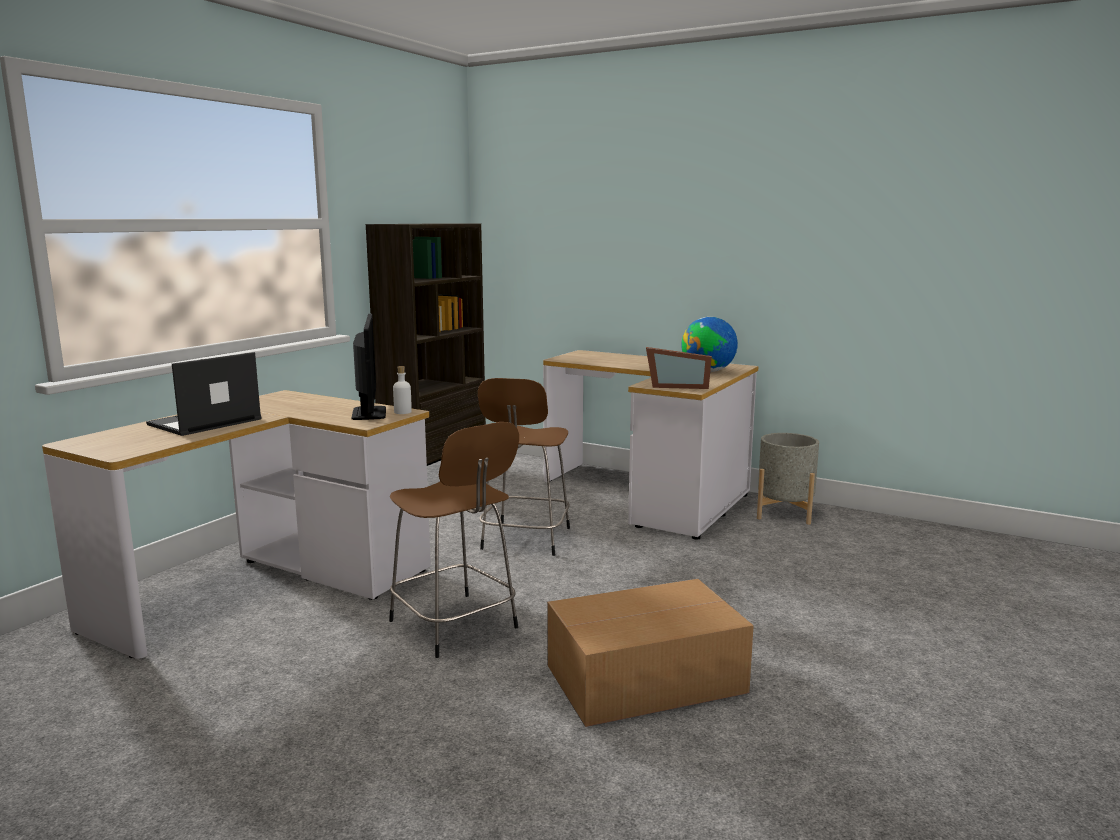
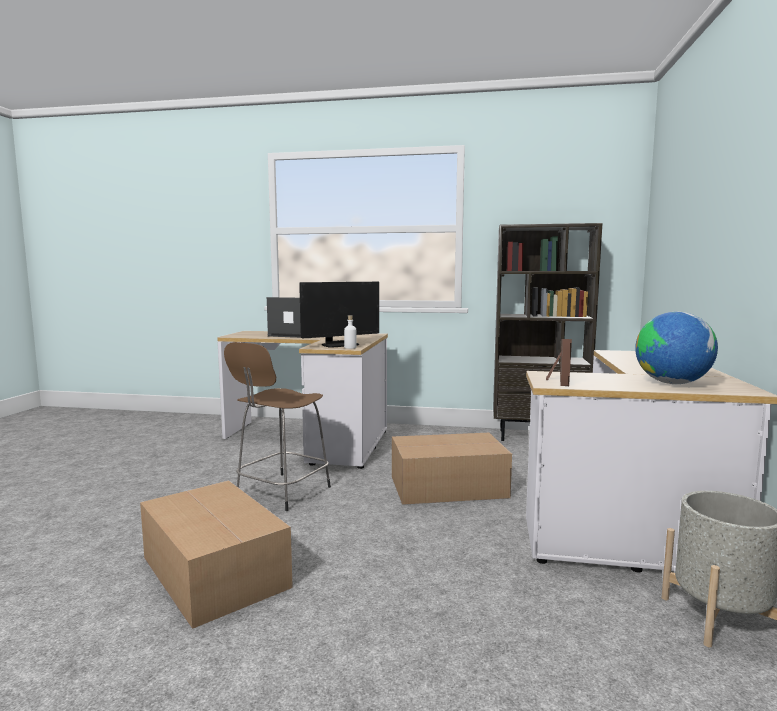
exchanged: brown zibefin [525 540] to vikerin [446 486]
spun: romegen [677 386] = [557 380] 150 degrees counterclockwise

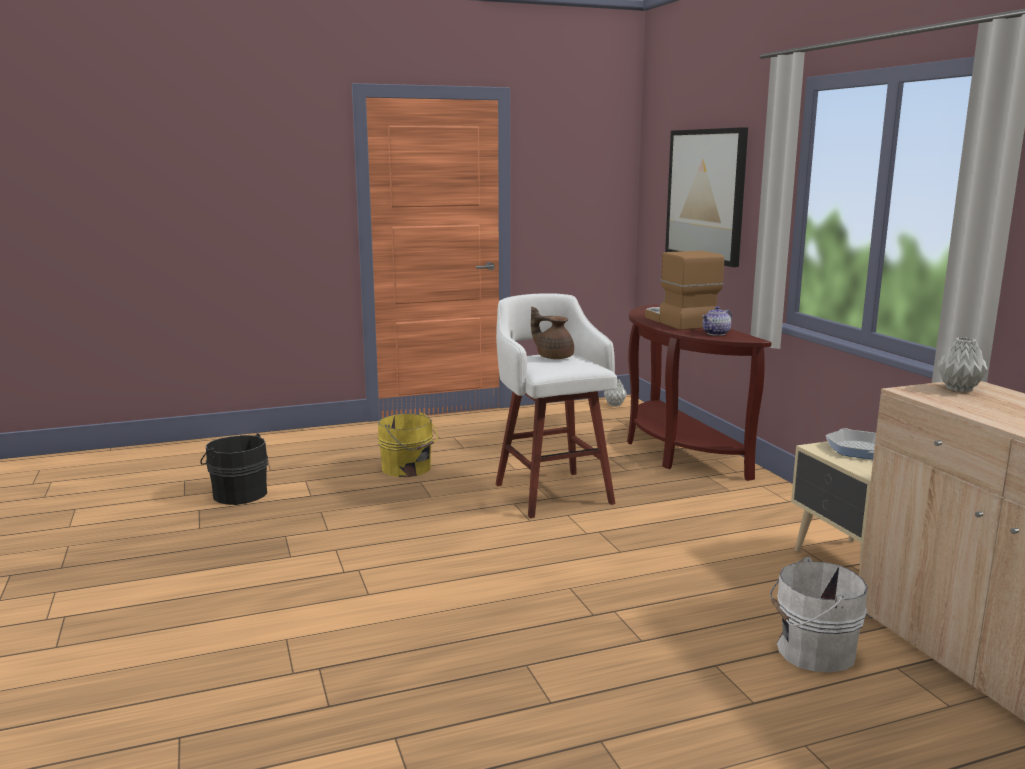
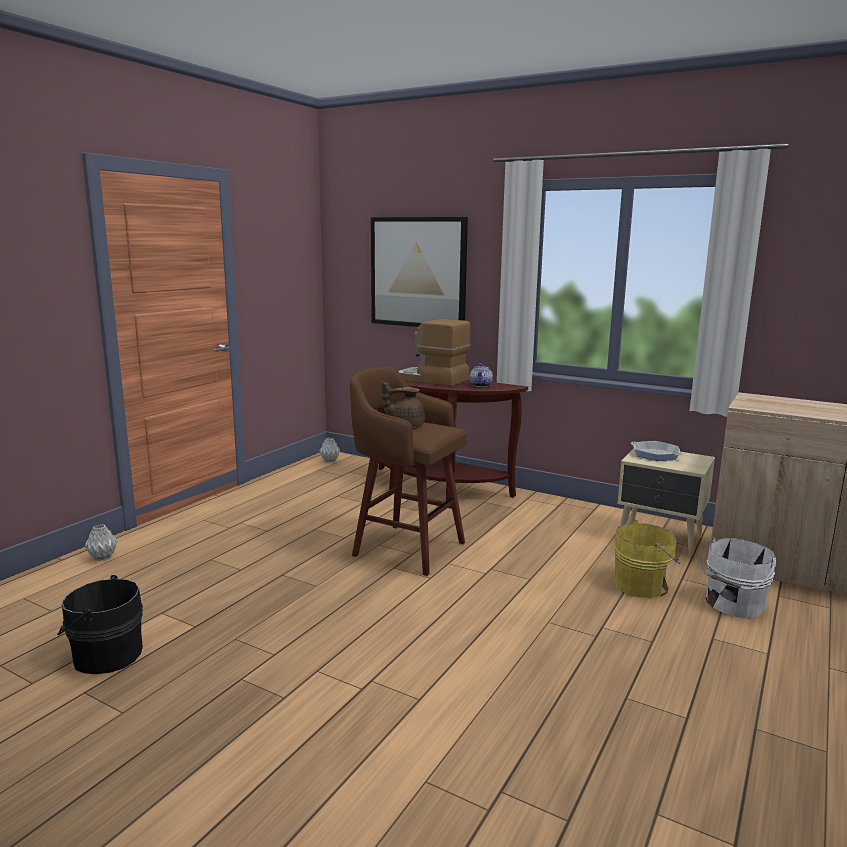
relocated: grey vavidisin [958 389] to [102 557]; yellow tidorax [408 469] to [643 585]
colour: white zibefin [552 492] to brown zibefin [406 548]

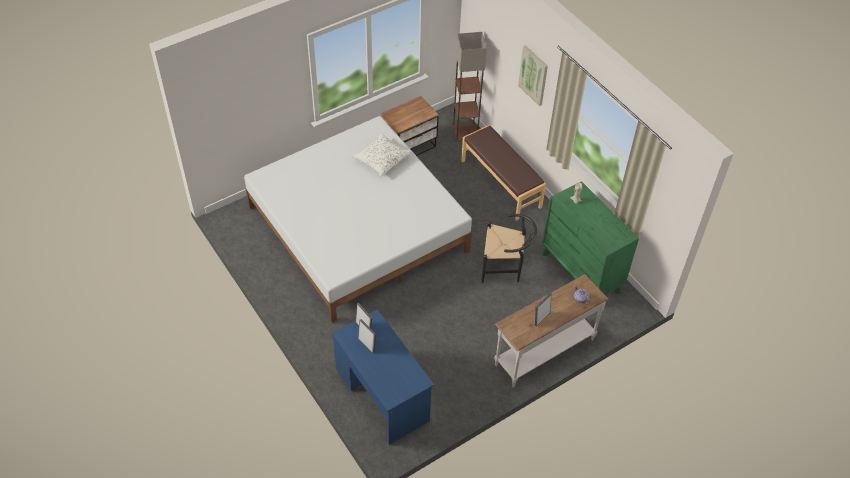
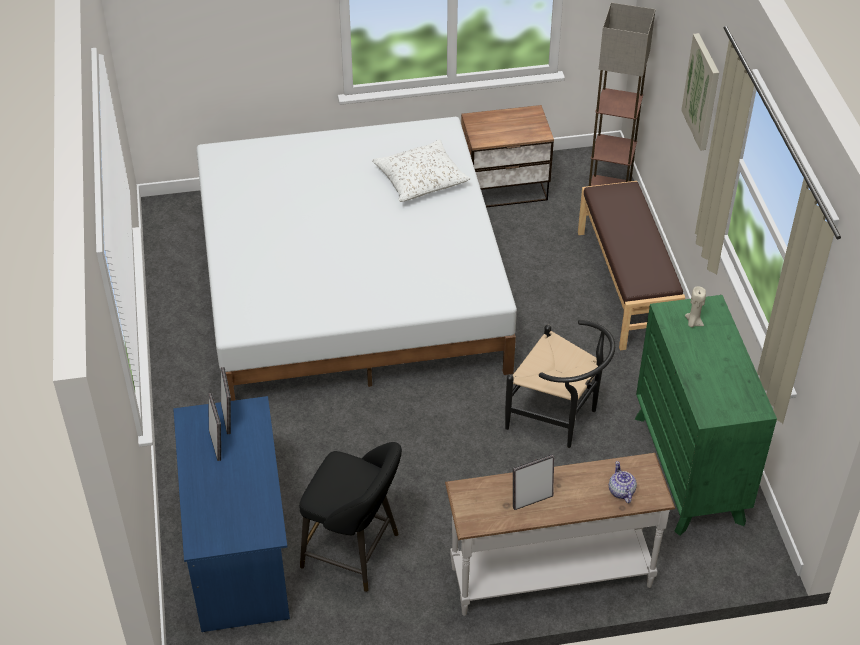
appeared: black zibefin [355 553]

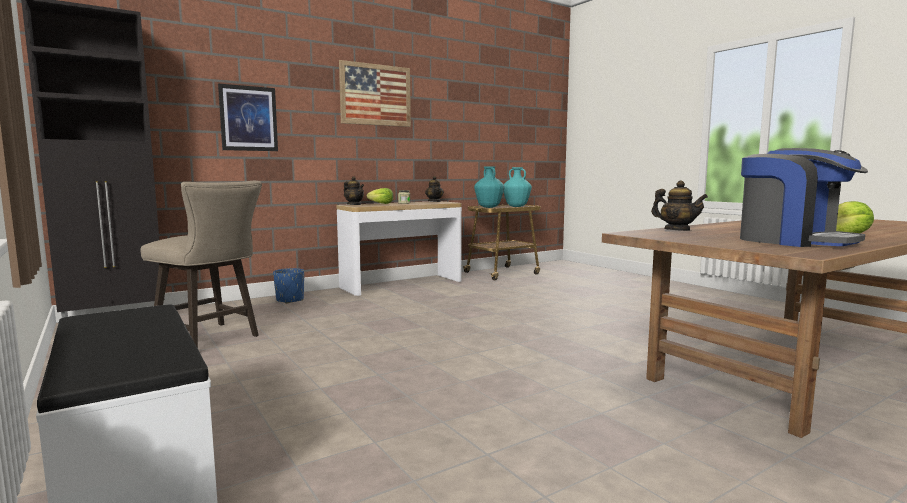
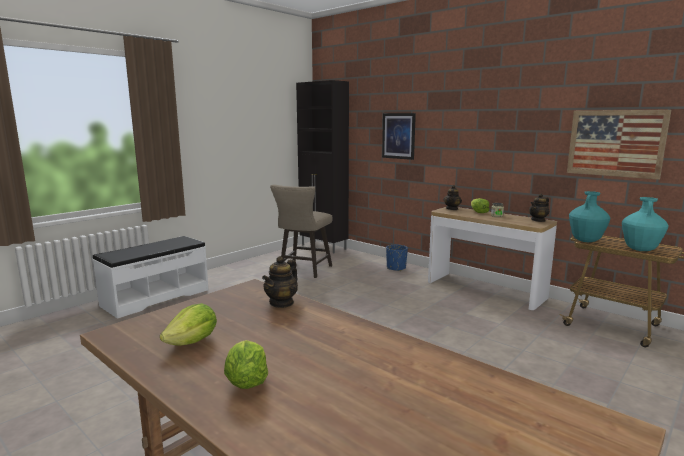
relocated: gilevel [375 95] to [615 143]
exchanged: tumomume [793 241] to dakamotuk [193 342]

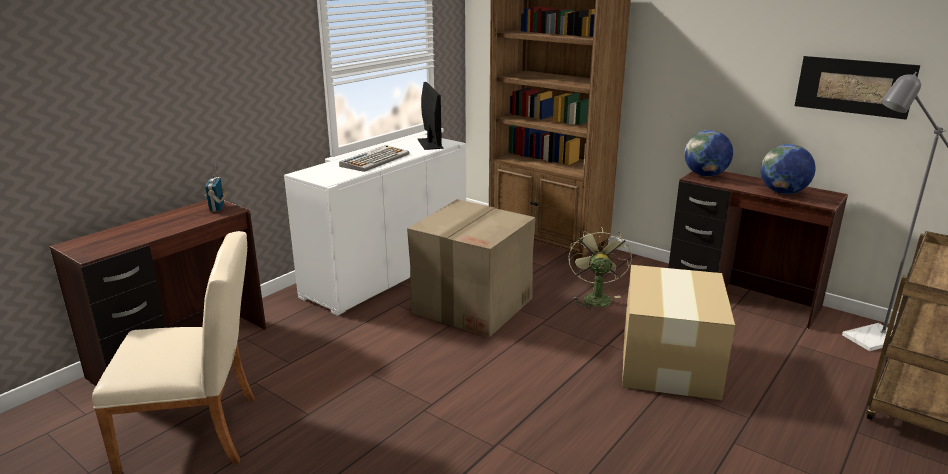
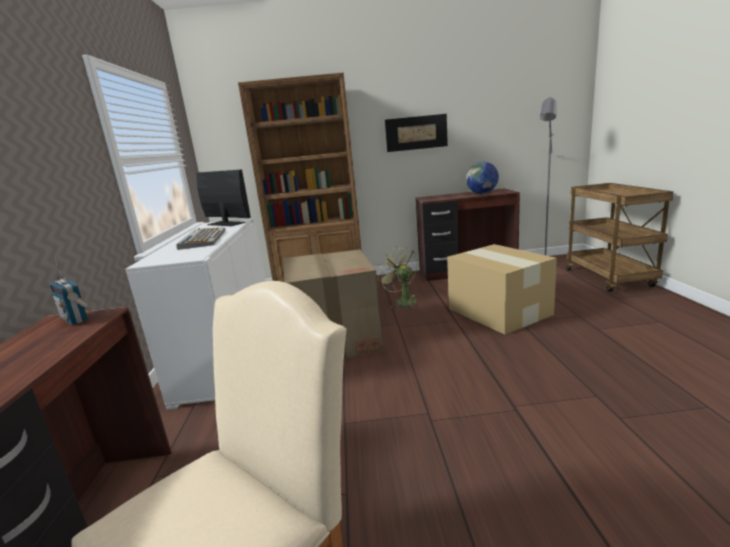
missing: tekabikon [705 175]
relocated: gilevel [854 86] to [416 133]

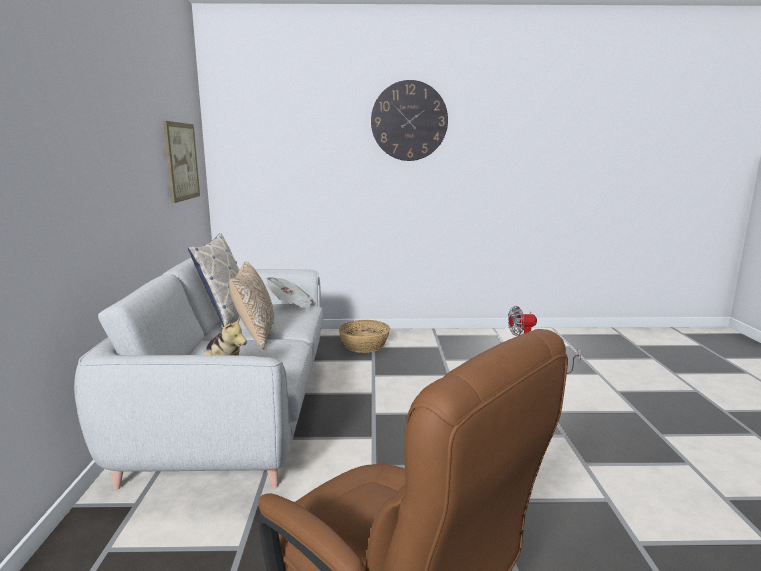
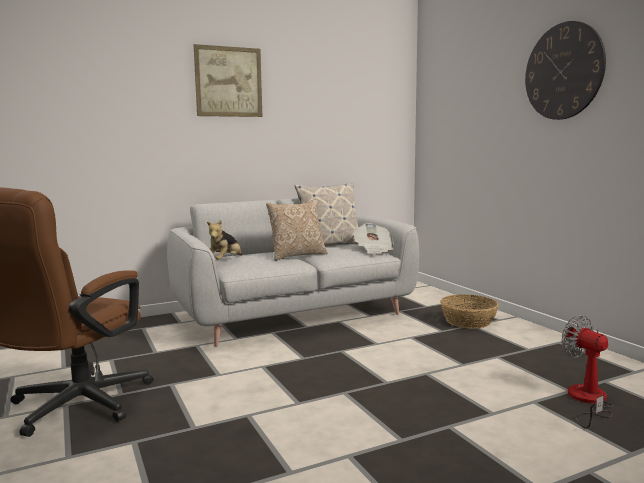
relocated: gilevel [181 161] to [228 82]

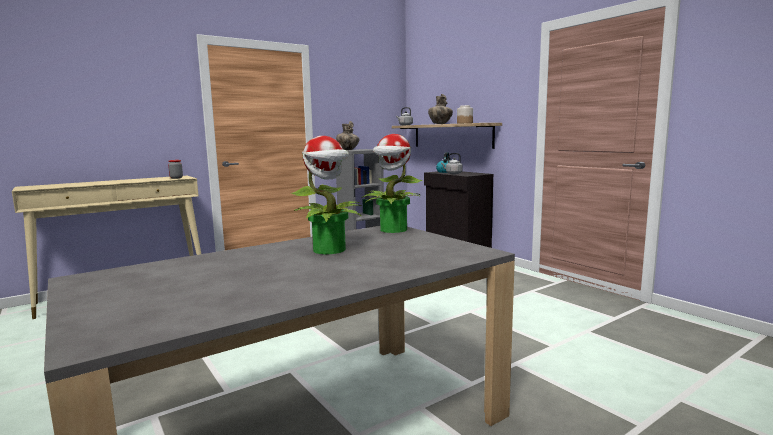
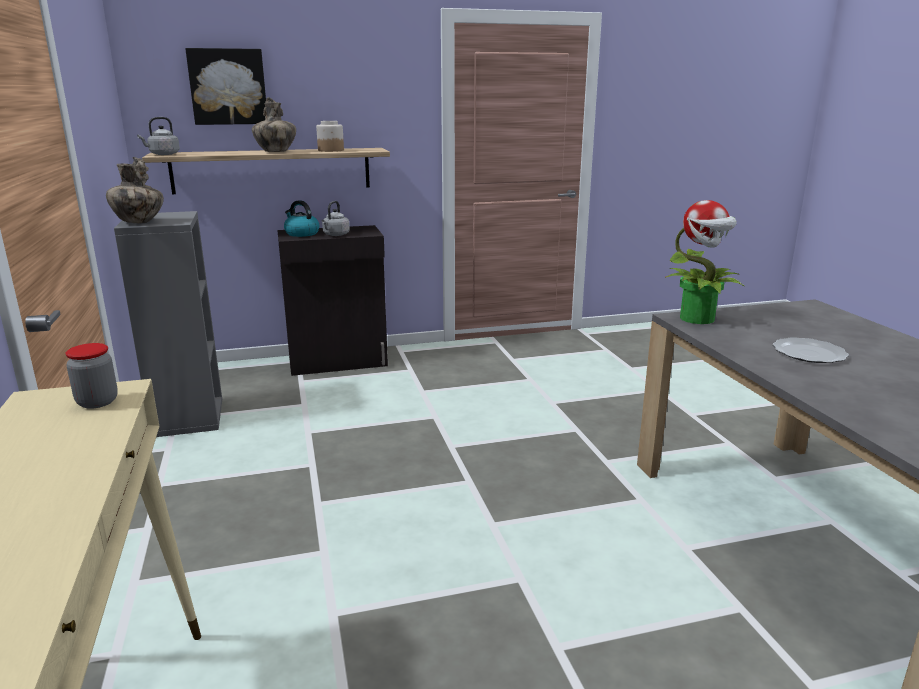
appeared: gilevel [228 87]
exchanged: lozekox [330 250] to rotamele [807 353]

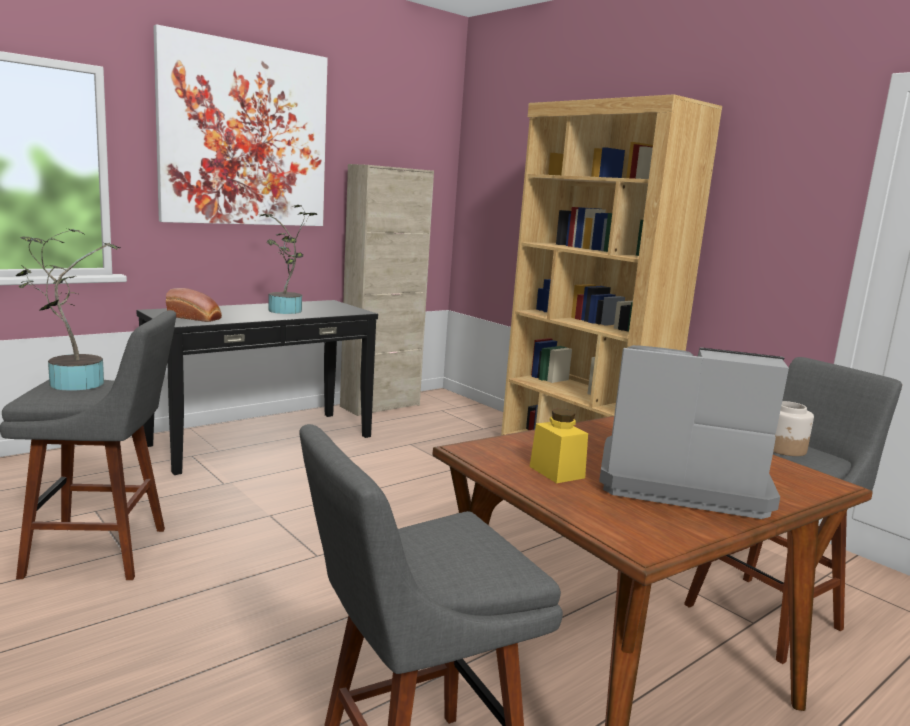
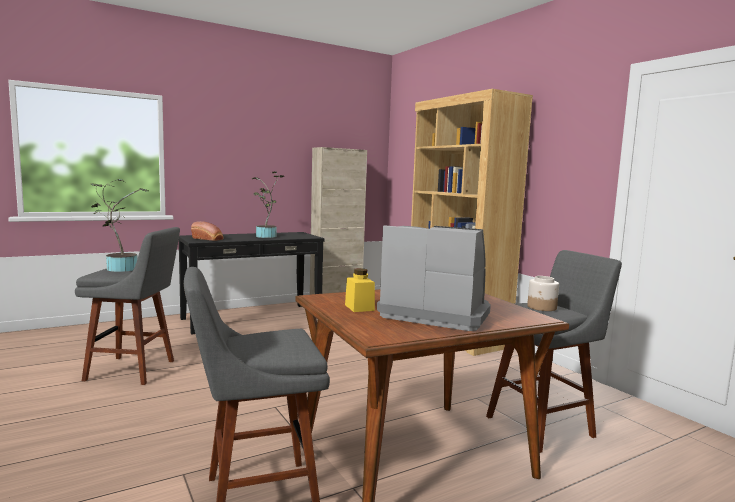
missing: gilevel [245 135]

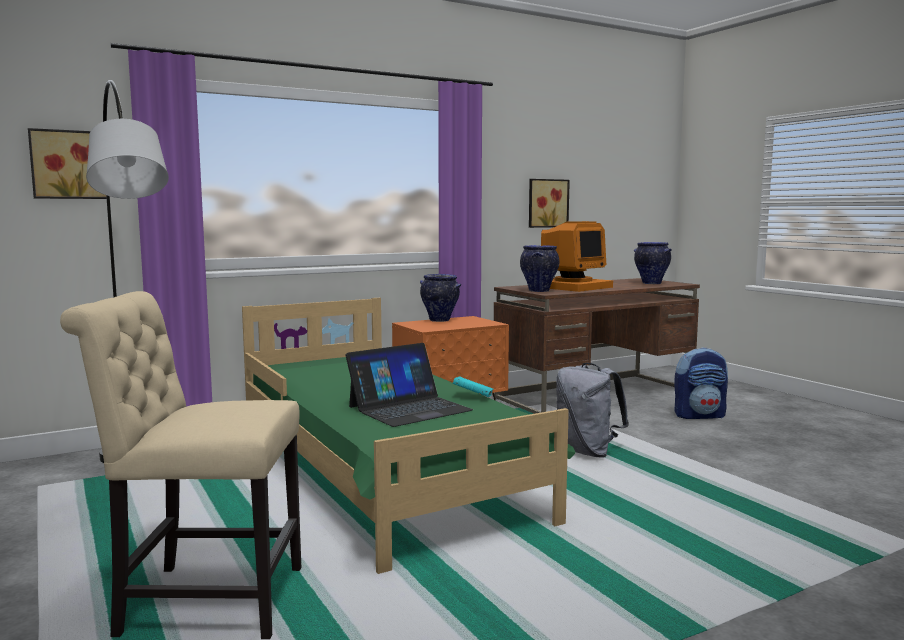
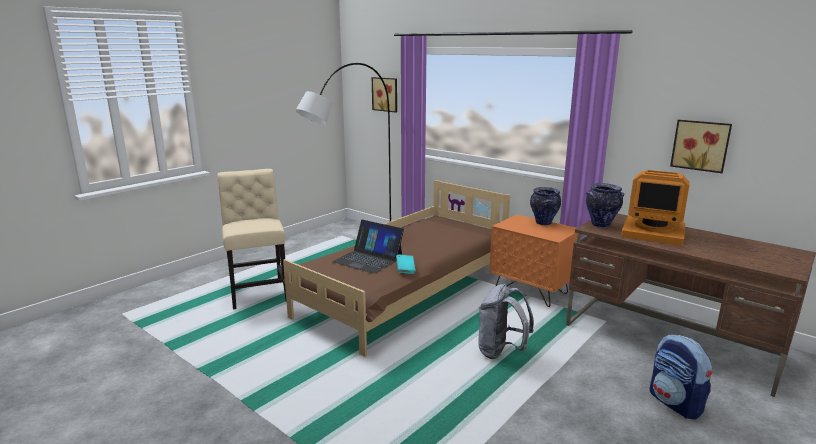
missing: vavidisin [651 283]
colour: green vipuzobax [383 473] to brown vipuzobax [406 294]

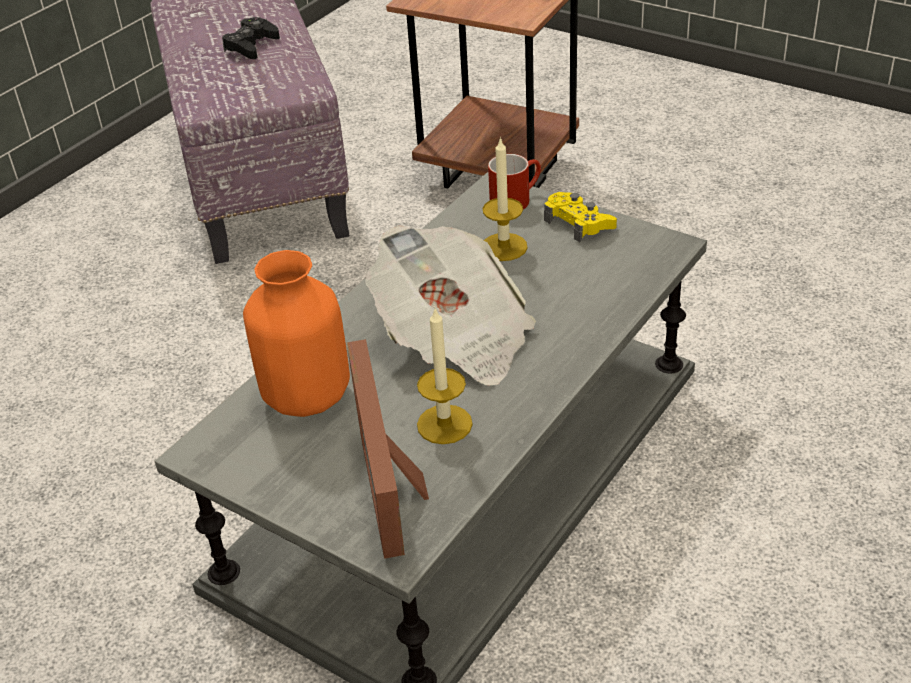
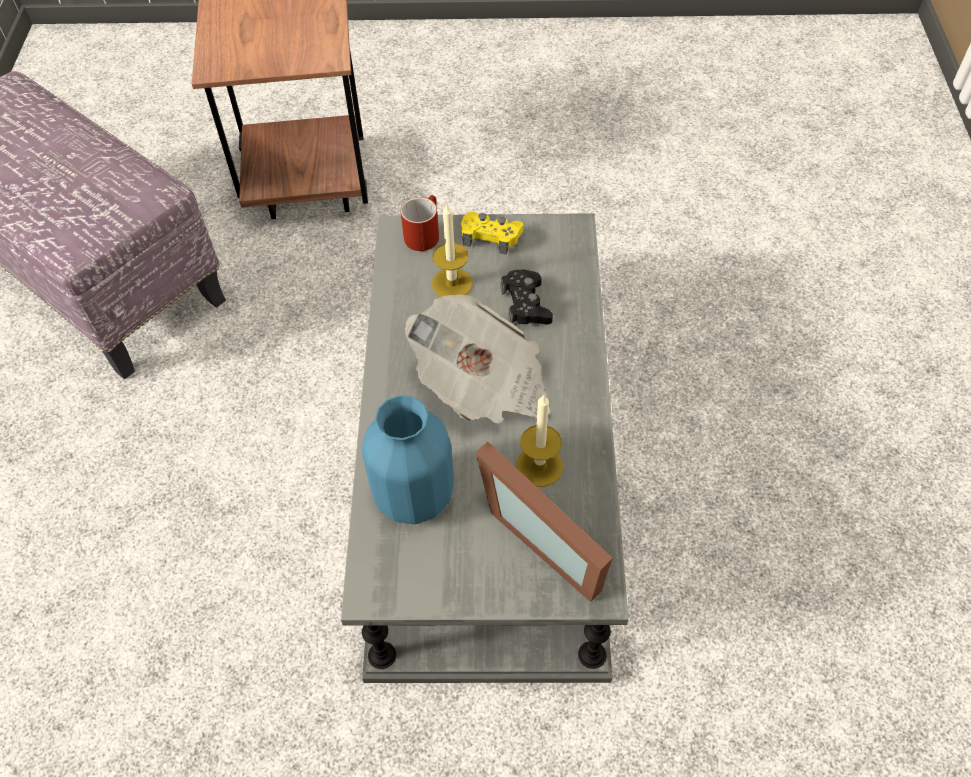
relocated: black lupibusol [251 46] to [526 304]
colour: orange vavidisin [306 397] to blue vavidisin [414 497]

